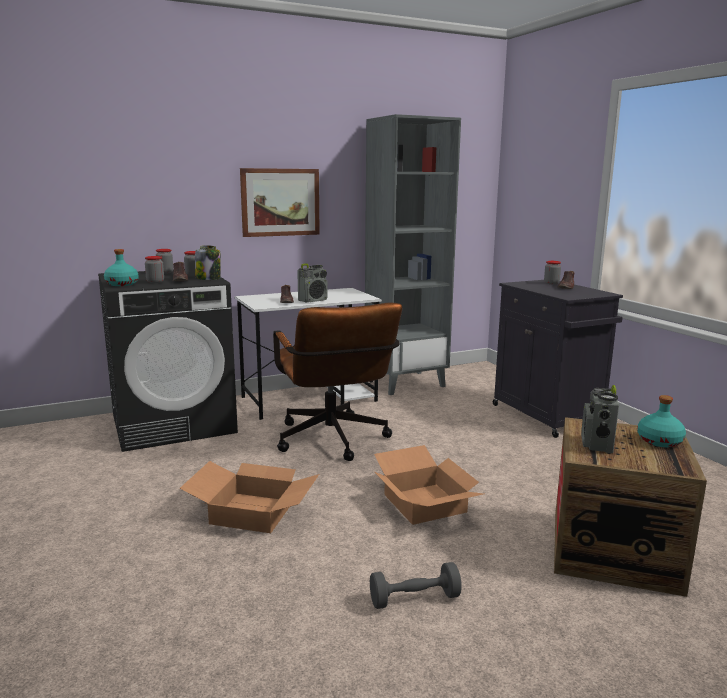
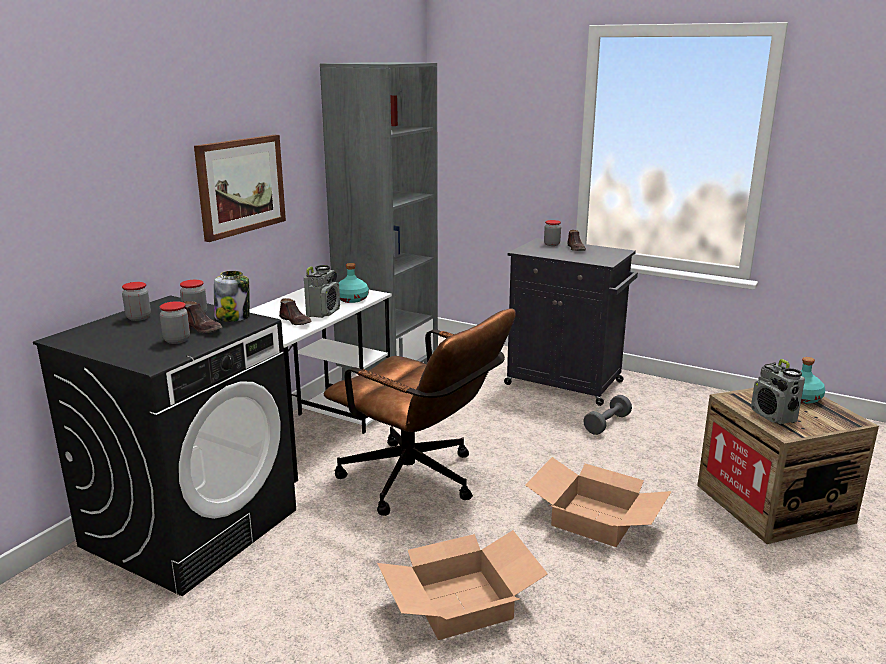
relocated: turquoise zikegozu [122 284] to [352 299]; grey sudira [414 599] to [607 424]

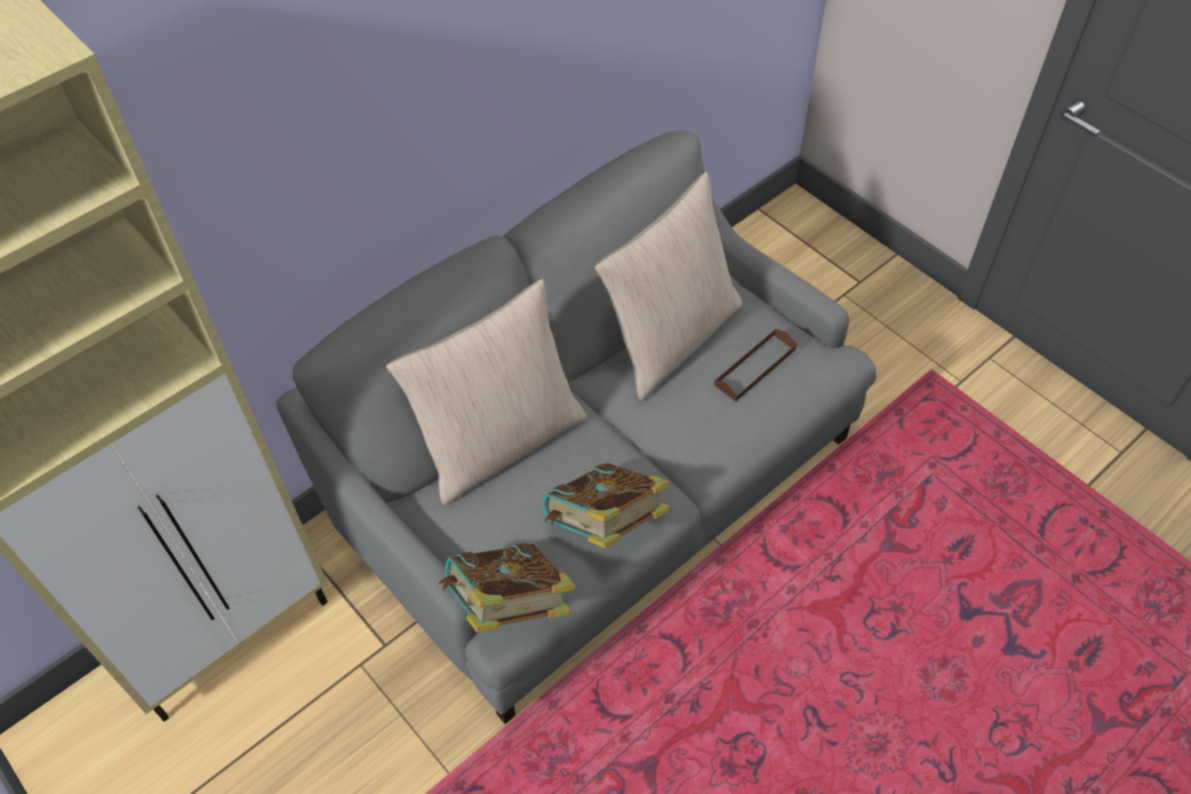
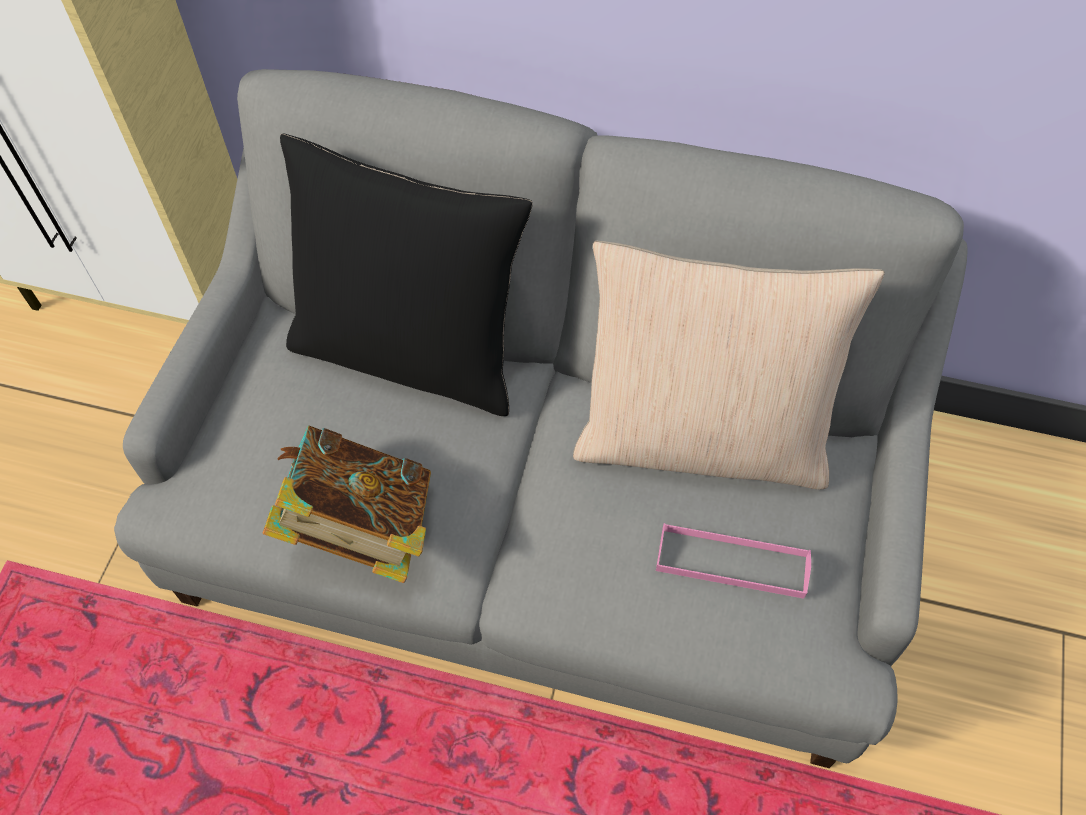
missing: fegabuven [509 606]
colour: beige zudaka [500 441] to black zudaka [411 351]; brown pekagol [755 367] to pink pekagol [731 563]

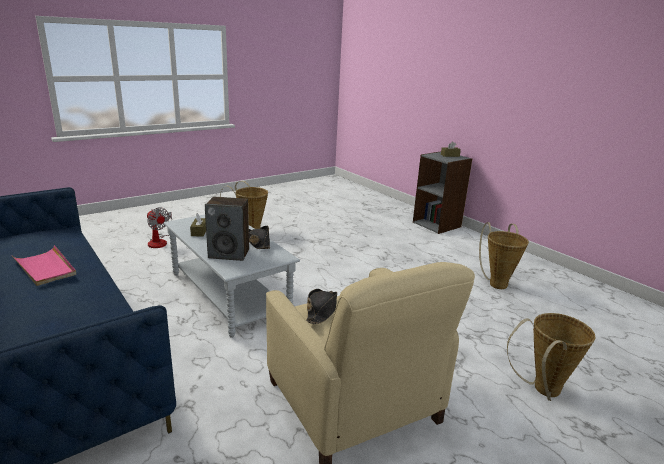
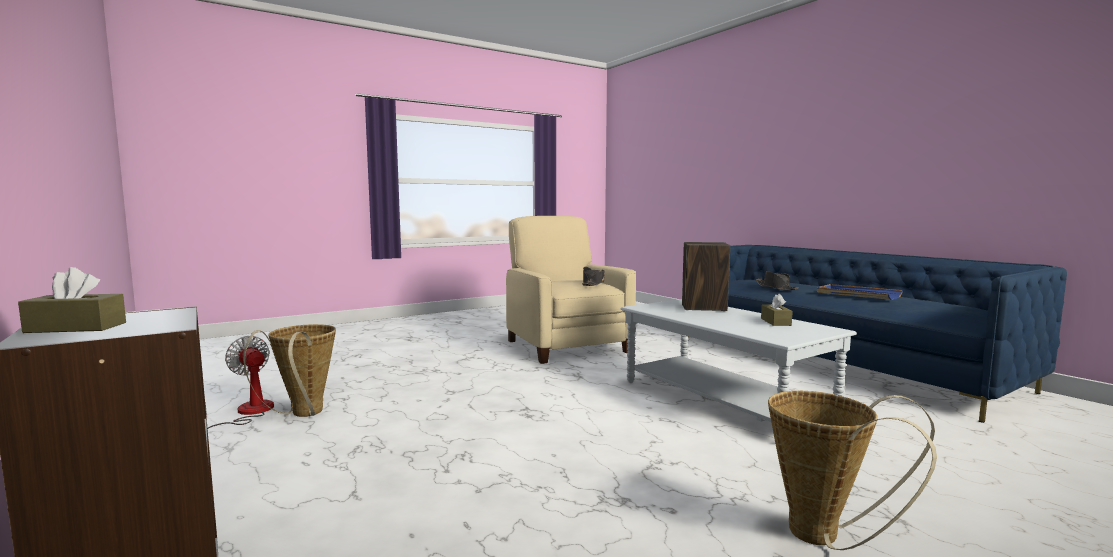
missing: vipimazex [542 391]
relocated: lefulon [160 241] to [247 413]; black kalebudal [258 243] to [776 288]
colour: pink pekagol [45 268] to blue pekagol [857 294]

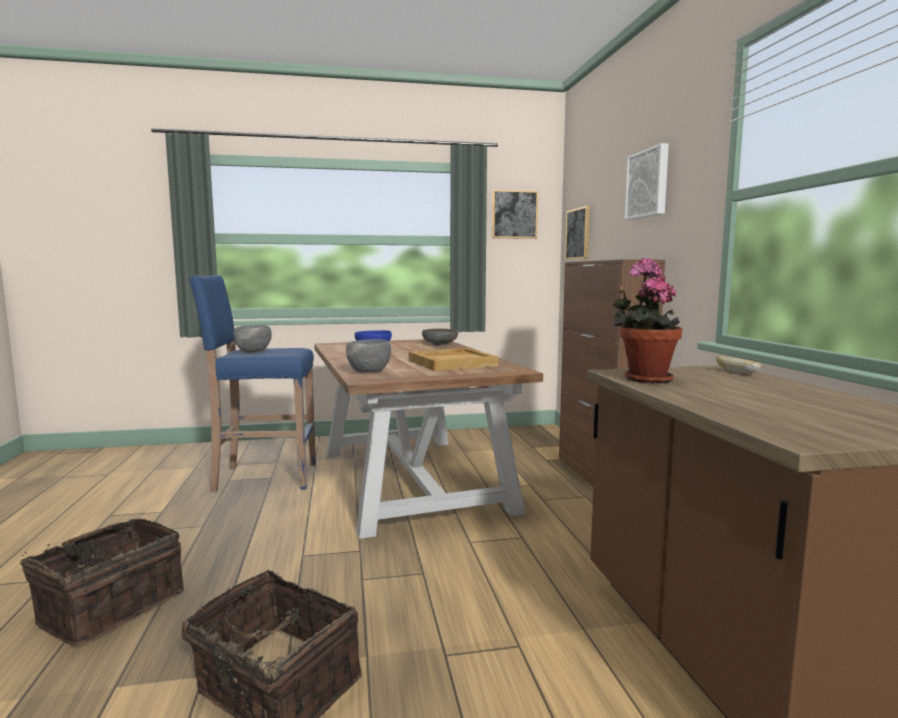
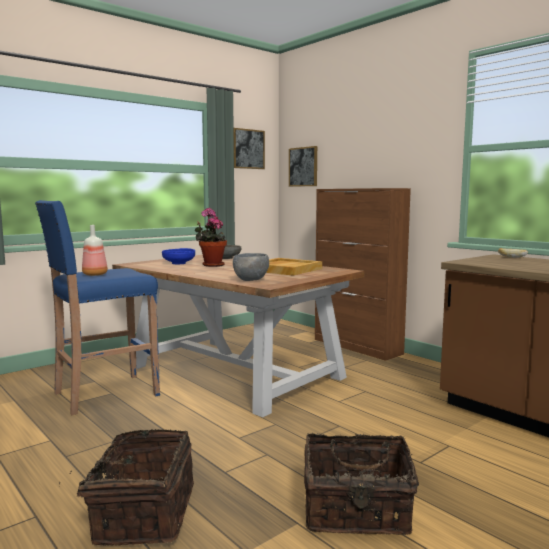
missing: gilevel [648 184]
relocated: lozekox [644 379] to [211 265]
exchanged: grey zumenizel [253 352] to zikegozu [95 274]

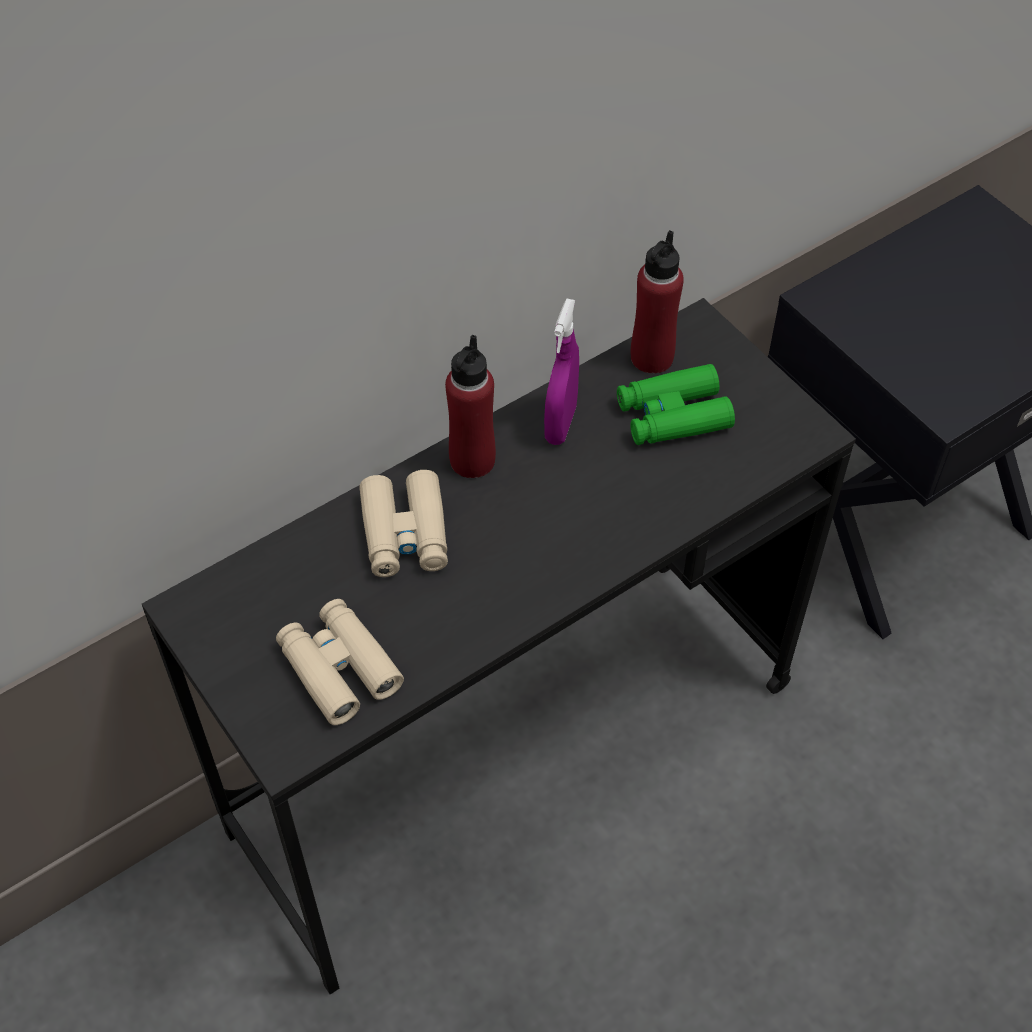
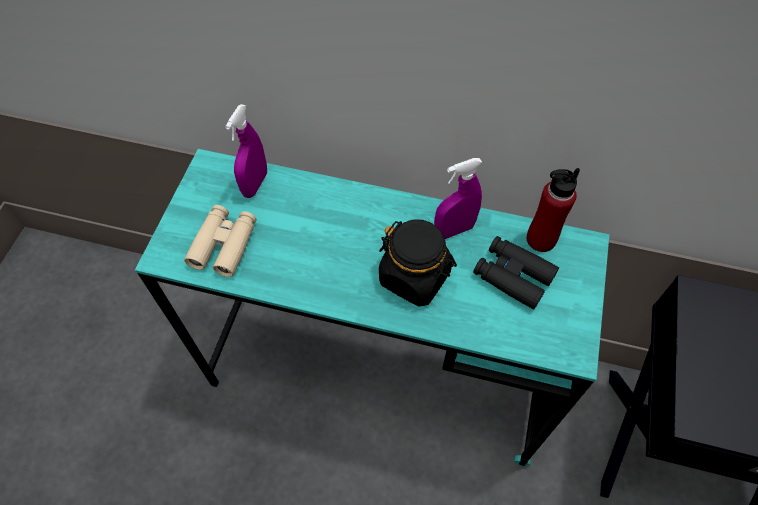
missing: red zikegozu [472 460]; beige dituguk [405 533]
appeared: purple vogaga [255 184]; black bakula [415 277]
colour: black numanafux [513 757] to turquoise numanafux [377 371]; green dituguk [672 415] to black dituguk [513 276]

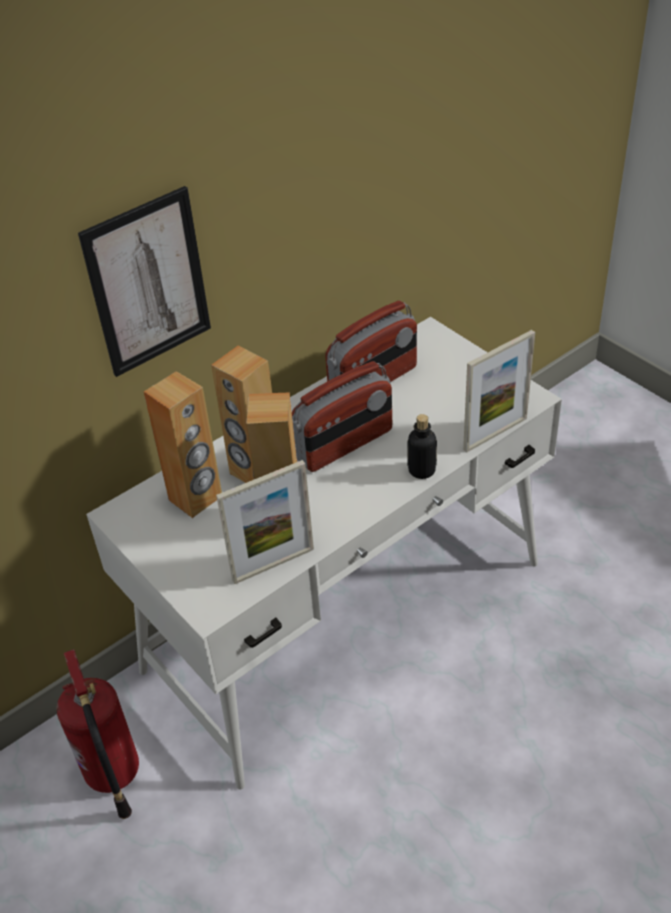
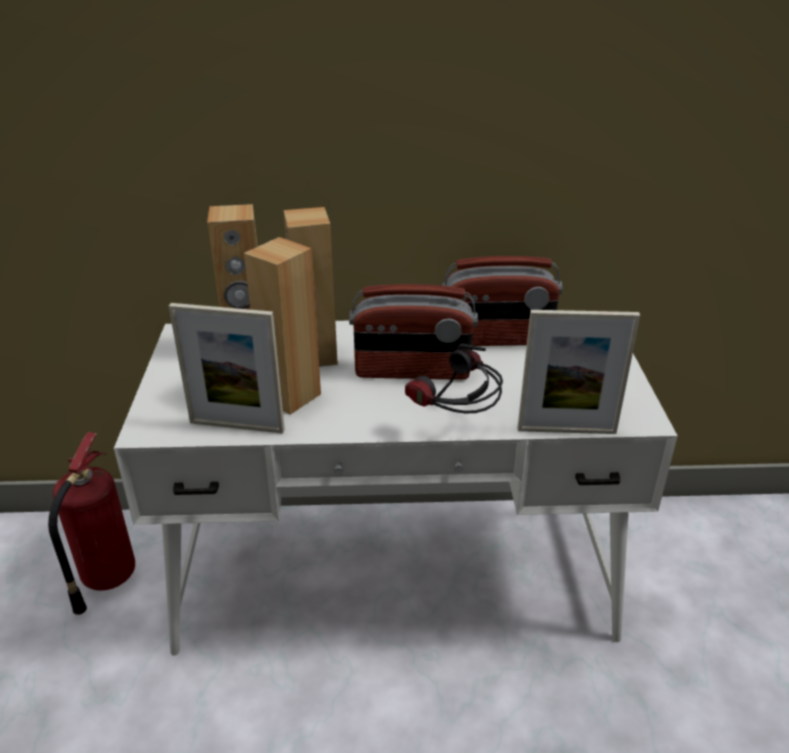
missing: gilevel [148 283]
exchanged: zikegozu [422 470] to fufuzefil [456 423]

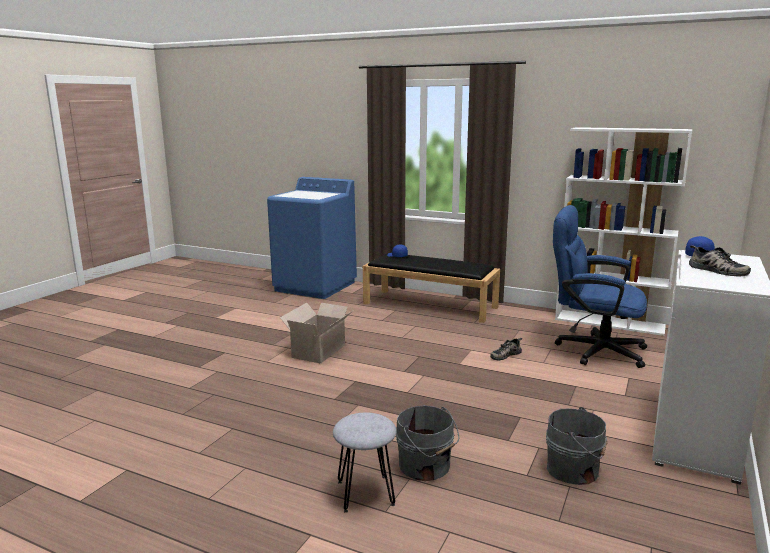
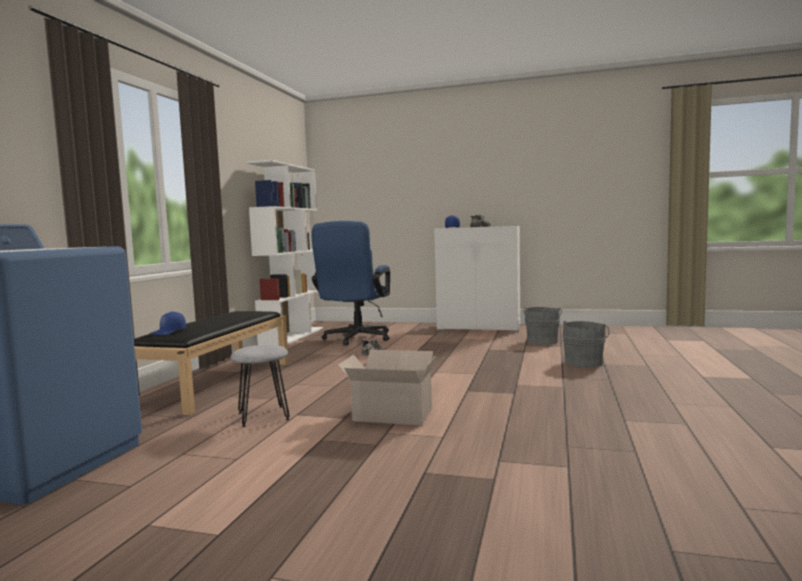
relocated: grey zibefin [365 492] to [262 416]

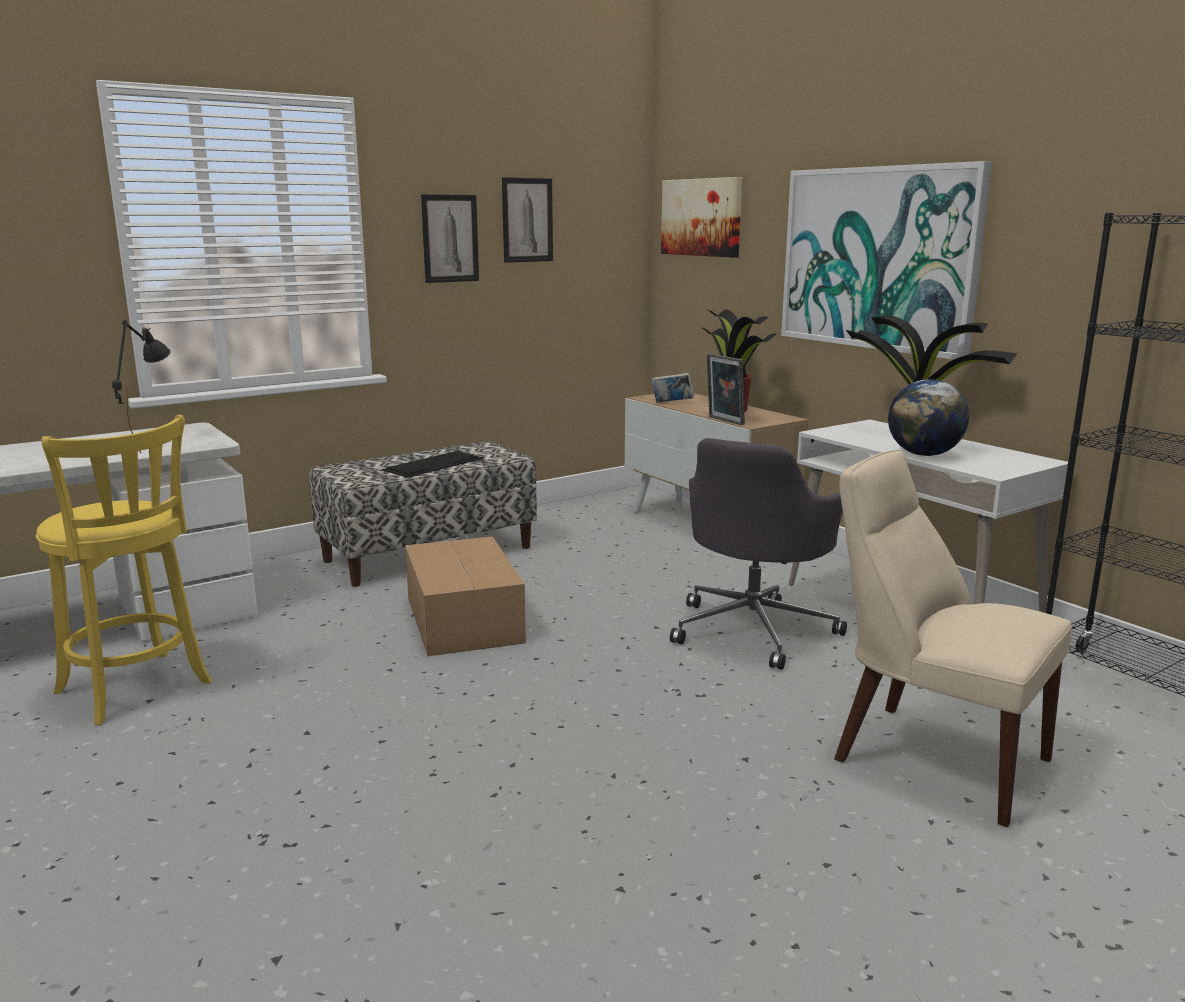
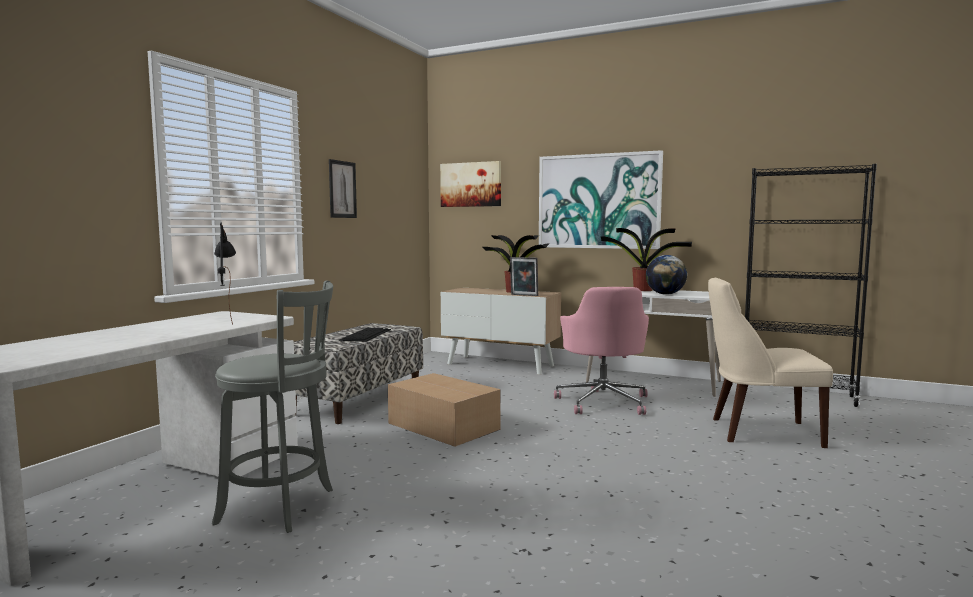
missing: gilevel [527 220]; fegabuven [672 403]
colour: yellow zibefin [137 690] to grey zibefin [282 507]; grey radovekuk [754 629] to pink radovekuk [603 402]

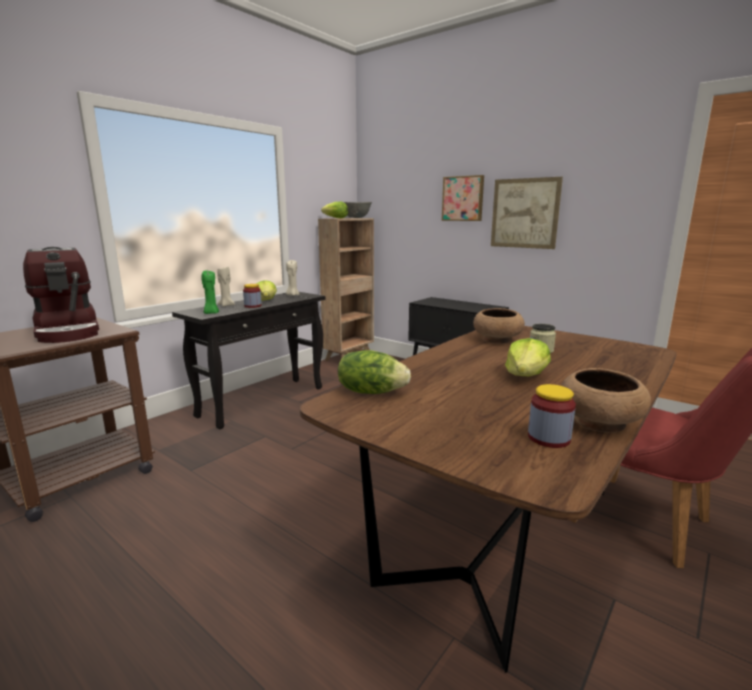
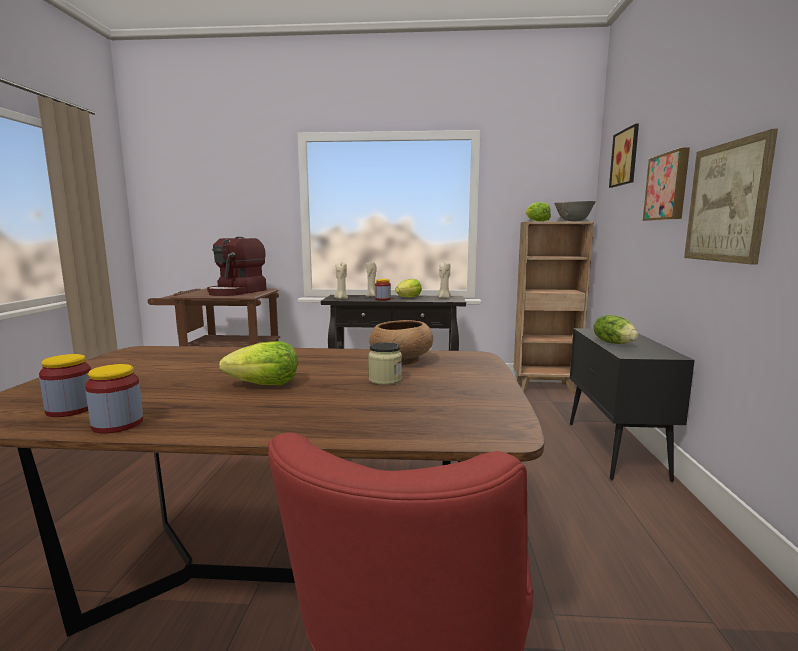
appeared: gilevel [627 157]
relocated: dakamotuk [371 391] to [614 343]
exchanged: brown zumenizel [600 423] to bakula [117 424]
colour: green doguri [211 313] to beige doguri [341 298]

